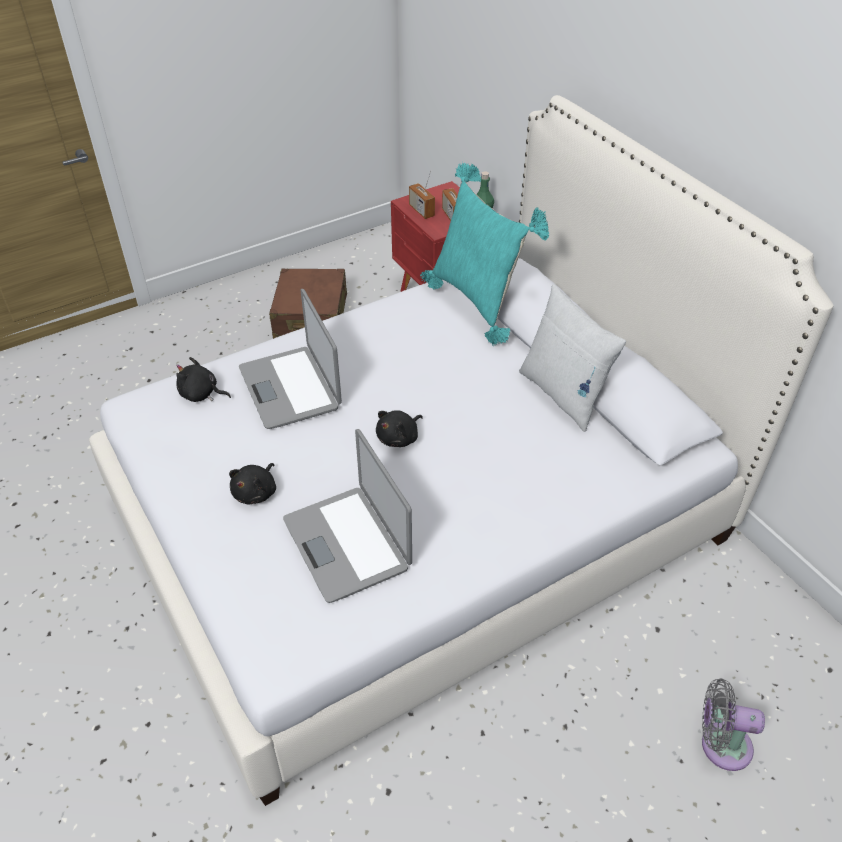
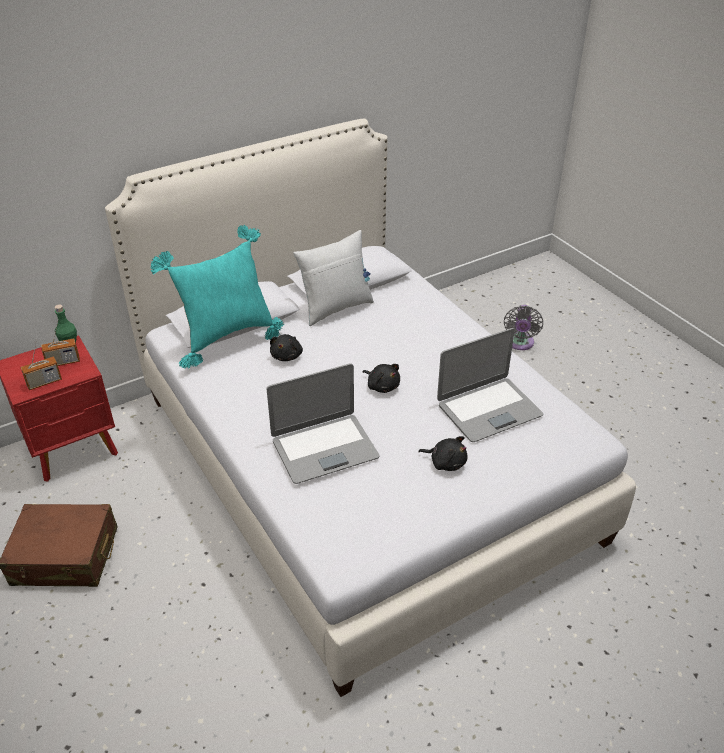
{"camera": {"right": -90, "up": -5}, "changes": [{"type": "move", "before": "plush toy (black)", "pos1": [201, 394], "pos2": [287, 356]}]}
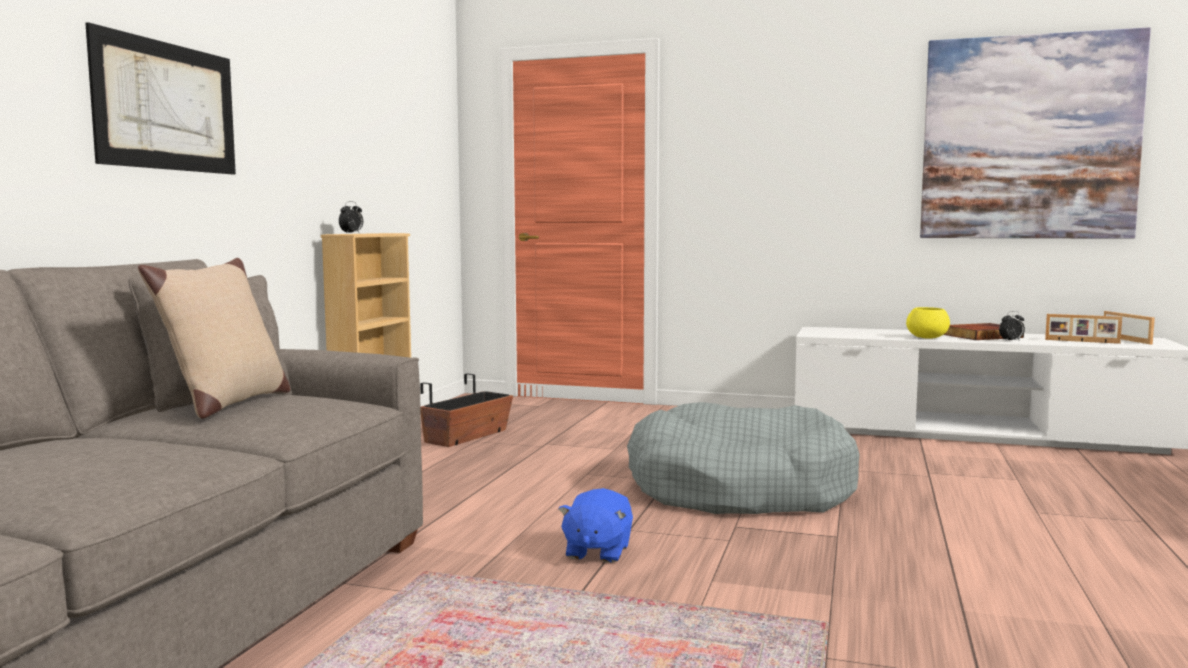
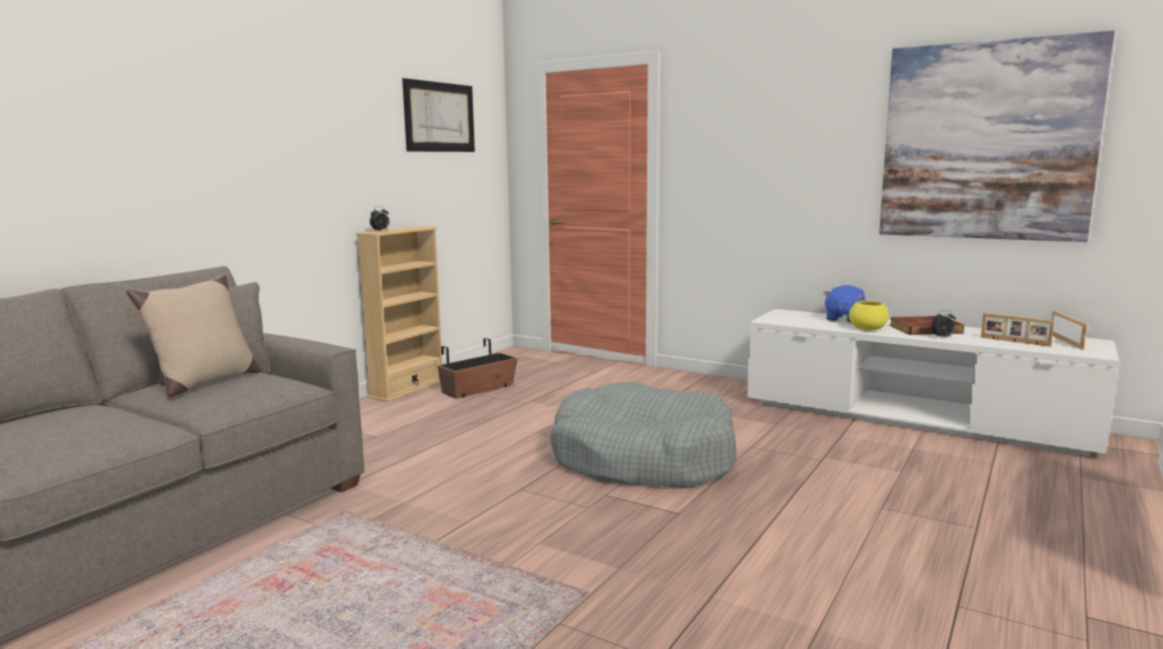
{"camera": {"right": 15, "up": 5}, "changes": [{"type": "move", "before": "picture", "pos1": [167, 106], "pos2": [440, 117]}, {"type": "move", "before": "plush toy (blue)", "pos1": [597, 551], "pos2": [843, 319]}]}
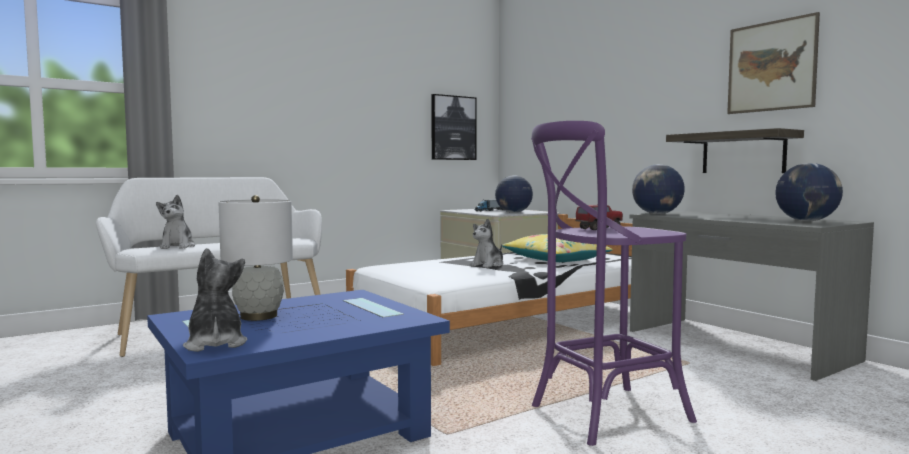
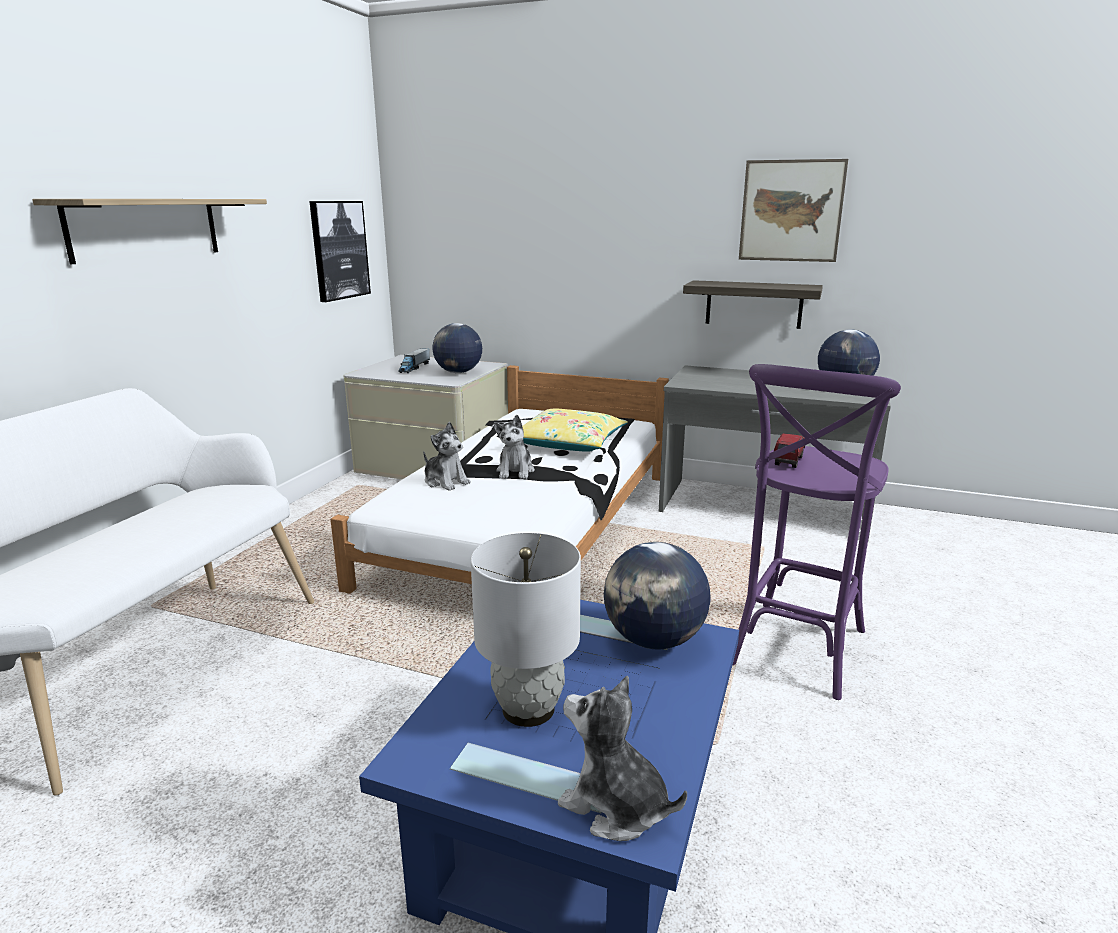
{"camera": {"right": -35, "up": 15}, "changes": [{"type": "move", "before": "globe", "pos1": [656, 214], "pos2": [653, 640]}, {"type": "move", "before": "plush toy", "pos1": [177, 246], "pos2": [445, 481]}, {"type": "insert", "after": "shelf", "pos2": [145, 228]}]}
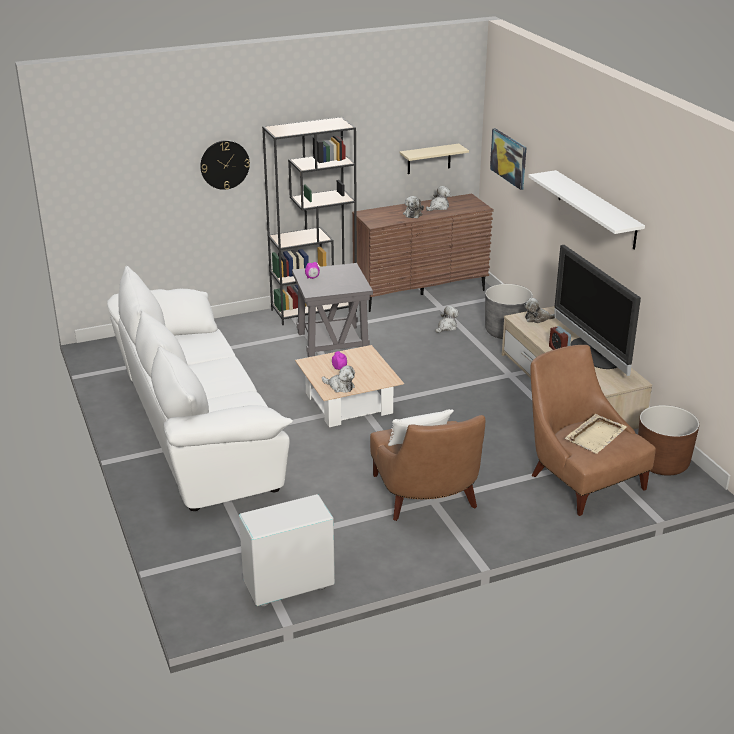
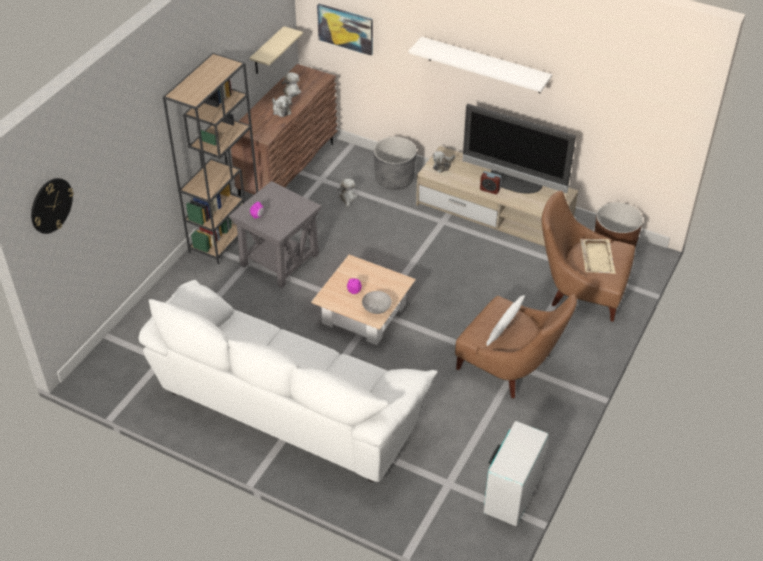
{"camera": {"right": -40, "up": 15}, "changes": [{"type": "move", "before": "wall clock", "pos1": [224, 164], "pos2": [51, 205]}, {"type": "replace", "before": "plush toy", "after": "bowl (grey)", "pos1": [340, 386], "pos2": [376, 309]}]}
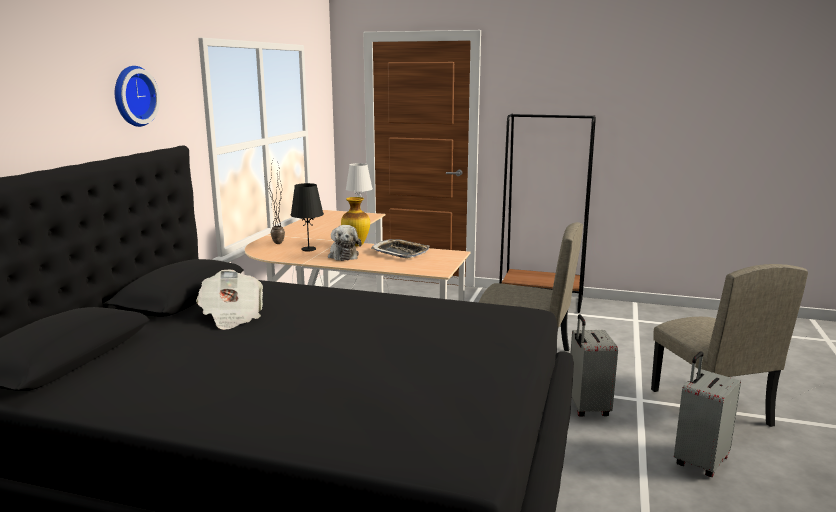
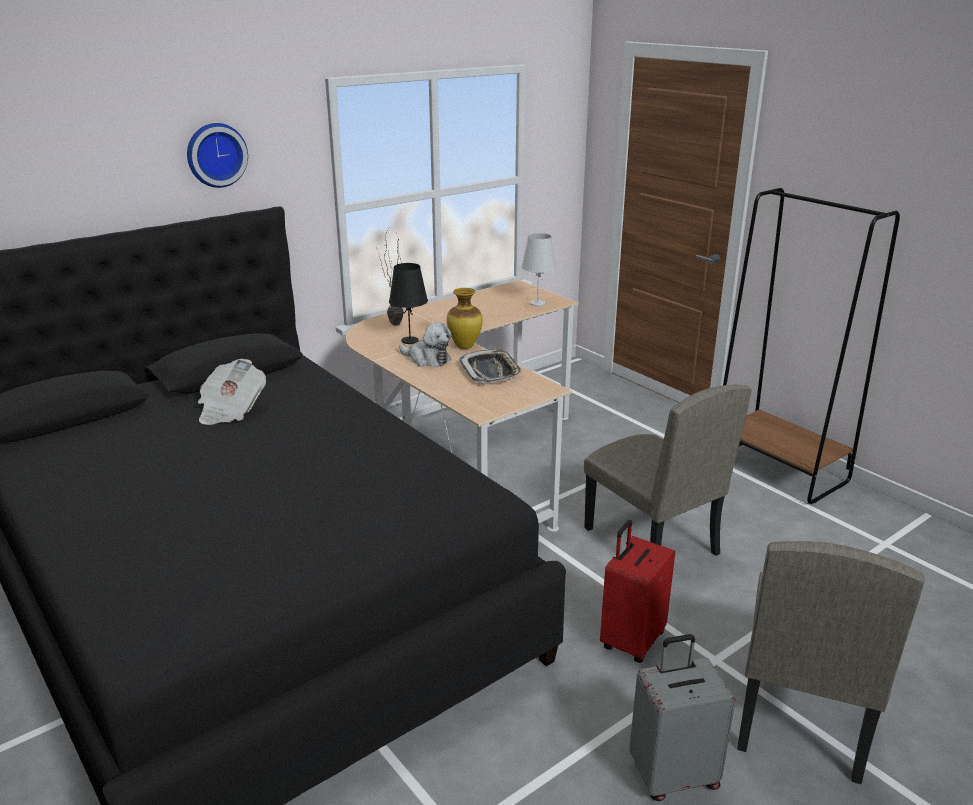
{"camera": {"right": 35, "up": 10}, "changes": [{"type": "rotate", "before": "plush toy", "pos1": [343, 255], "pos2": [427, 359], "turn": -75}, {"type": "recolor", "before": "suitcase (grey)", "after": "suitcase (red)", "pos1": [587, 407], "pos2": [631, 640]}]}
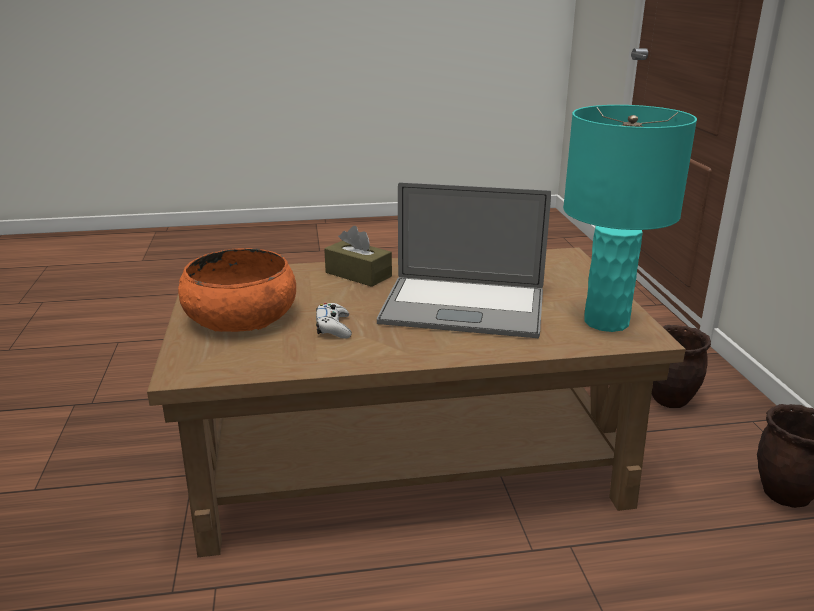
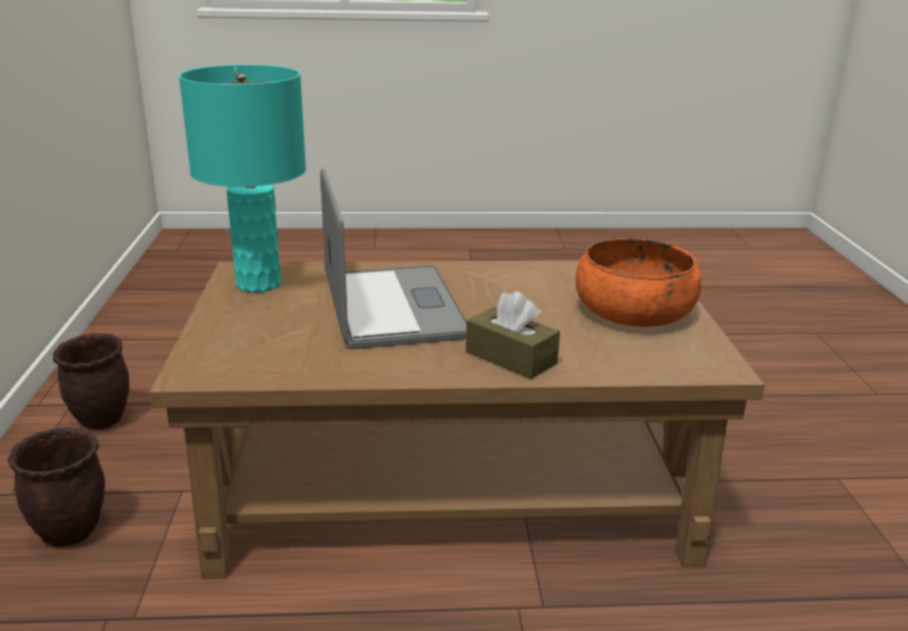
{"camera": {"right": -175, "up": 0}, "changes": [{"type": "rotate", "before": "laptop", "pos1": [463, 307], "pos2": [392, 306], "turn": 60}, {"type": "delete", "before": "game controller (white)", "pos1": [333, 327]}]}
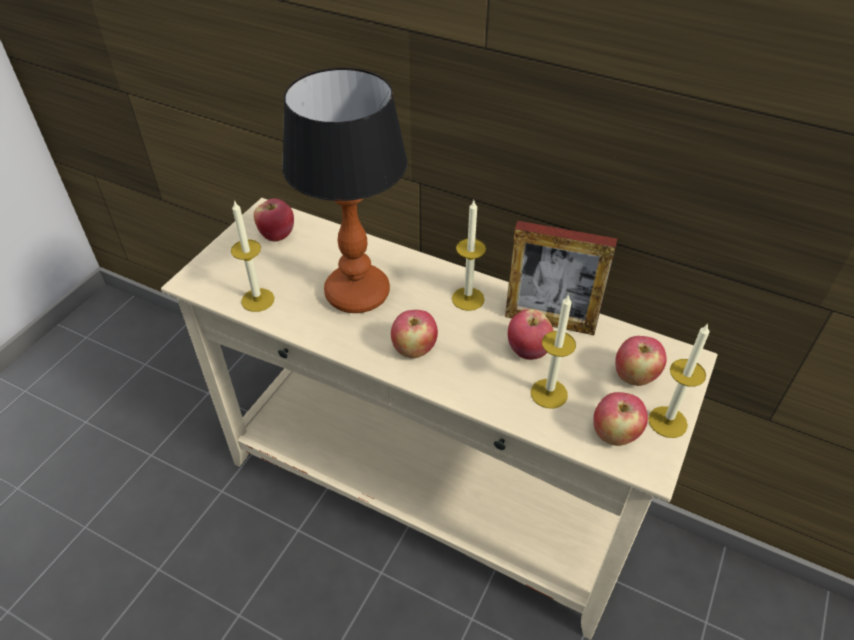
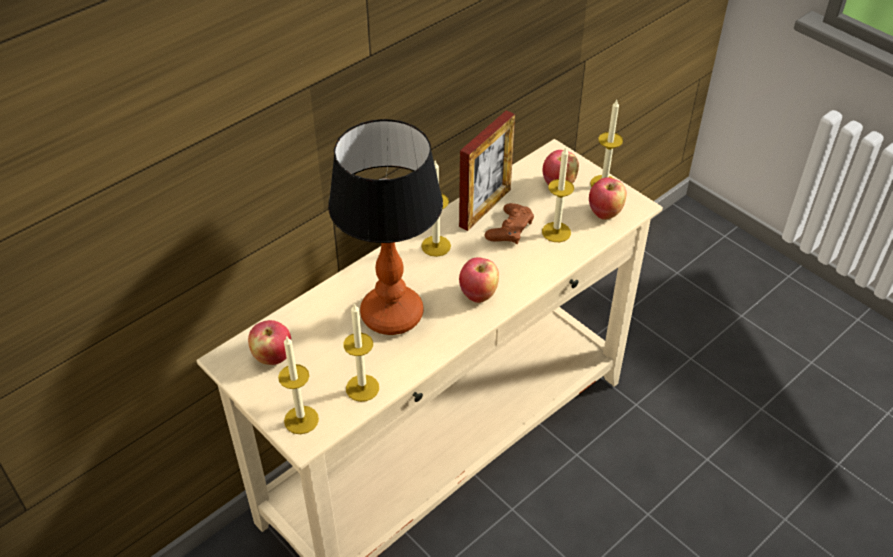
{"camera": {"right": -70, "up": 0}, "changes": [{"type": "replace", "before": "apple", "after": "game controller (brown)", "pos1": [528, 351], "pos2": [510, 229]}, {"type": "insert", "after": "candle", "pos2": [301, 420]}]}
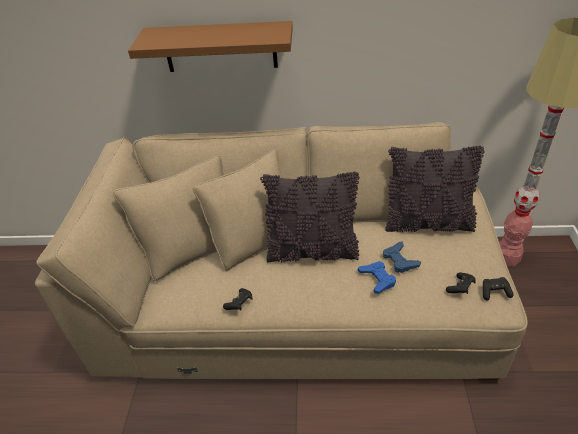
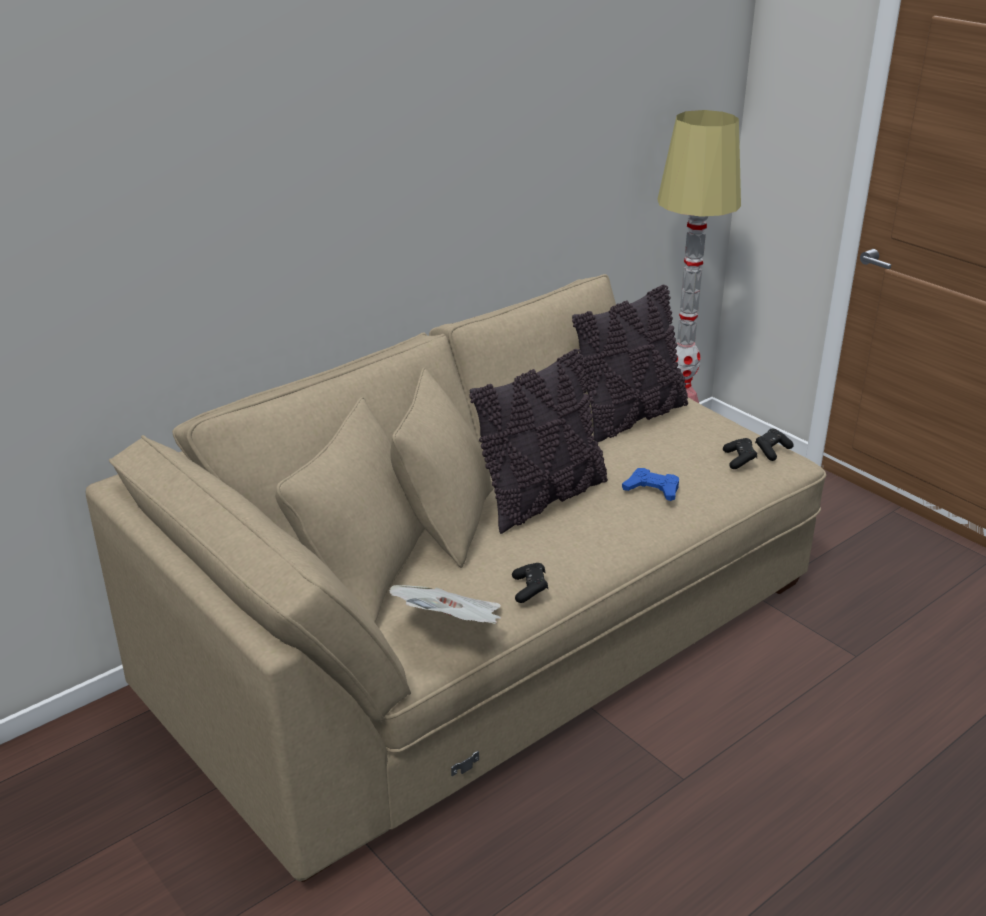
{"camera": {"right": -45, "up": -10}, "changes": [{"type": "delete", "before": "shelf (brown)", "pos1": [220, 47]}, {"type": "delete", "before": "game controller (blue)", "pos1": [399, 260]}, {"type": "insert", "after": "newspaper", "pos2": [451, 627]}]}
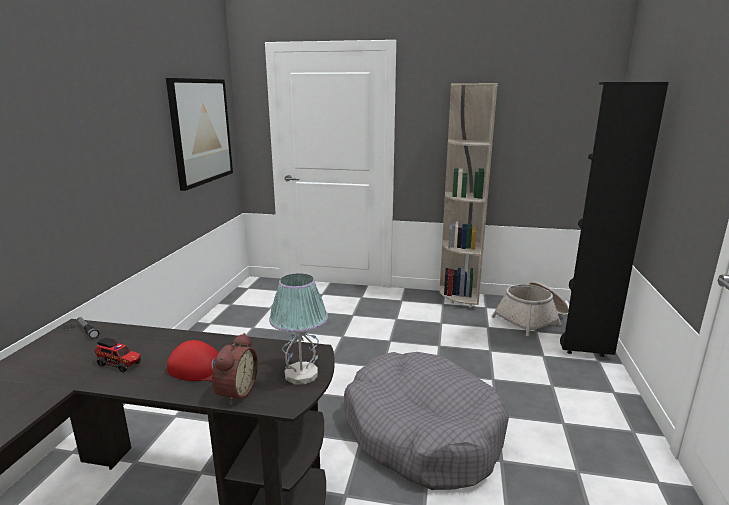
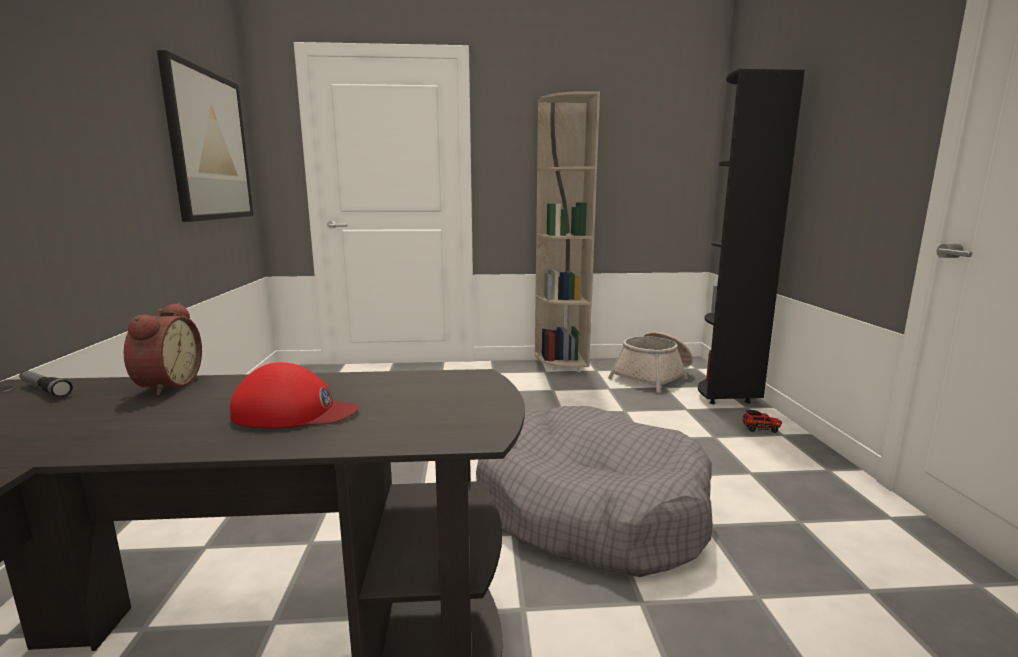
{"camera": {"right": -15, "up": -5}, "changes": [{"type": "delete", "before": "table lamp", "pos1": [301, 375]}, {"type": "move", "before": "alarm clock", "pos1": [234, 392], "pos2": [166, 385]}, {"type": "move", "before": "toy truck", "pos1": [120, 364], "pos2": [761, 429]}]}
